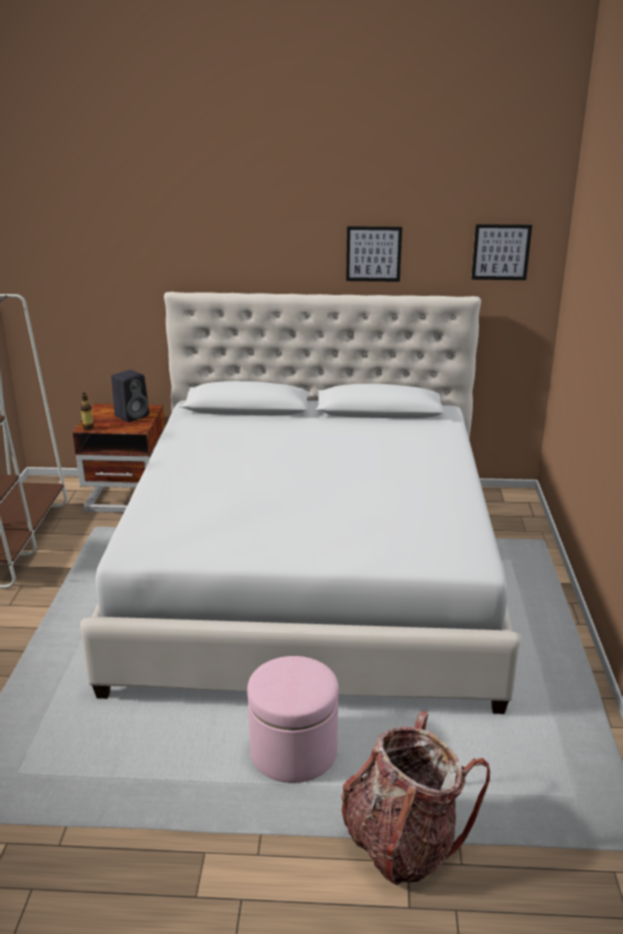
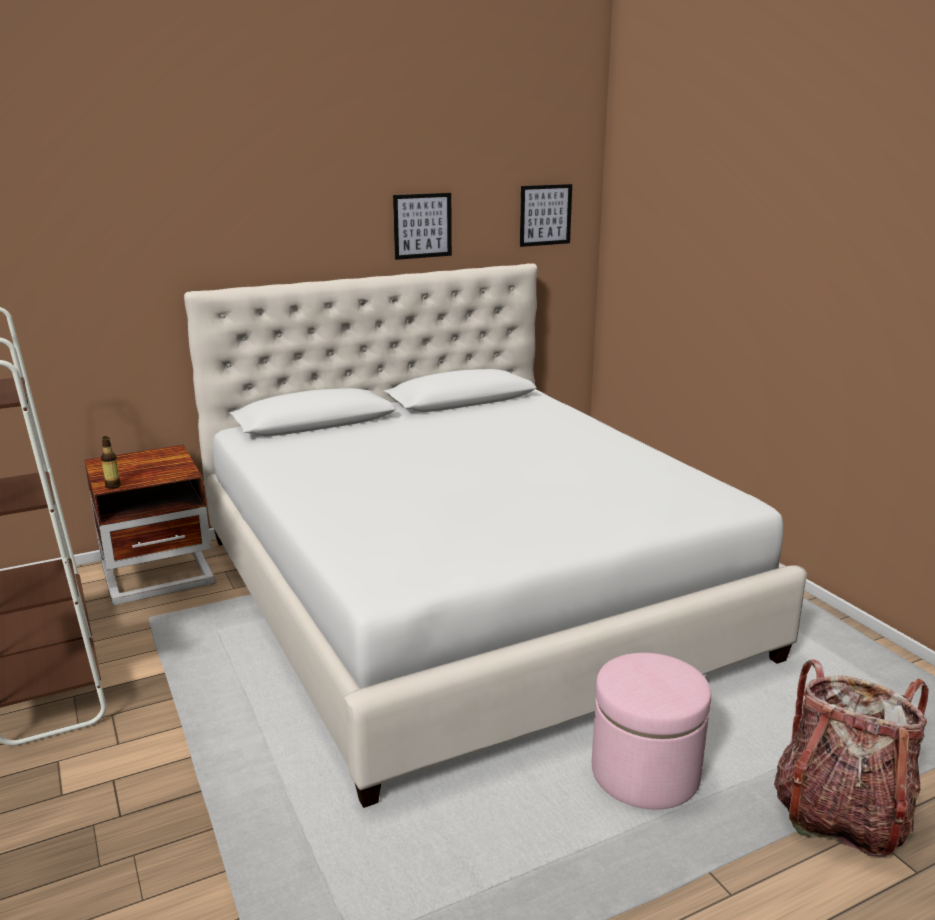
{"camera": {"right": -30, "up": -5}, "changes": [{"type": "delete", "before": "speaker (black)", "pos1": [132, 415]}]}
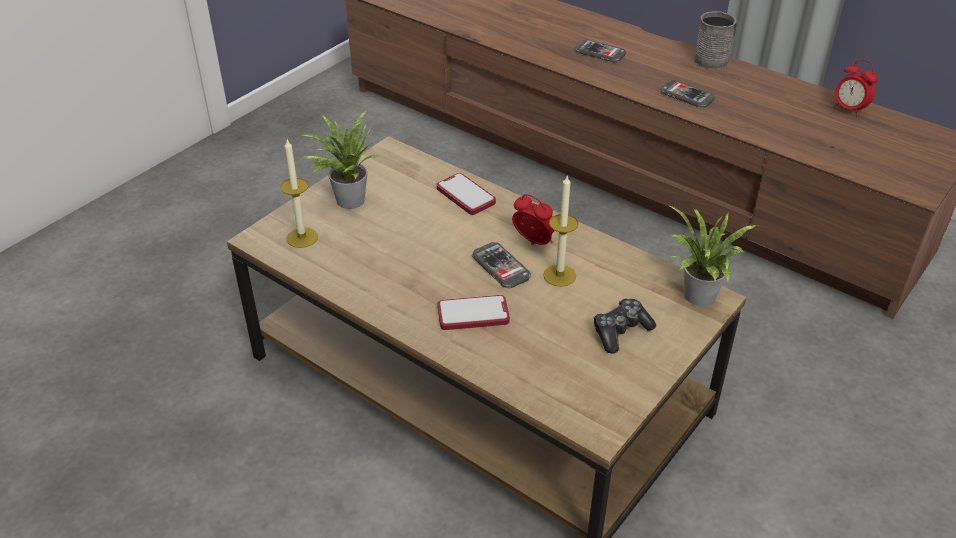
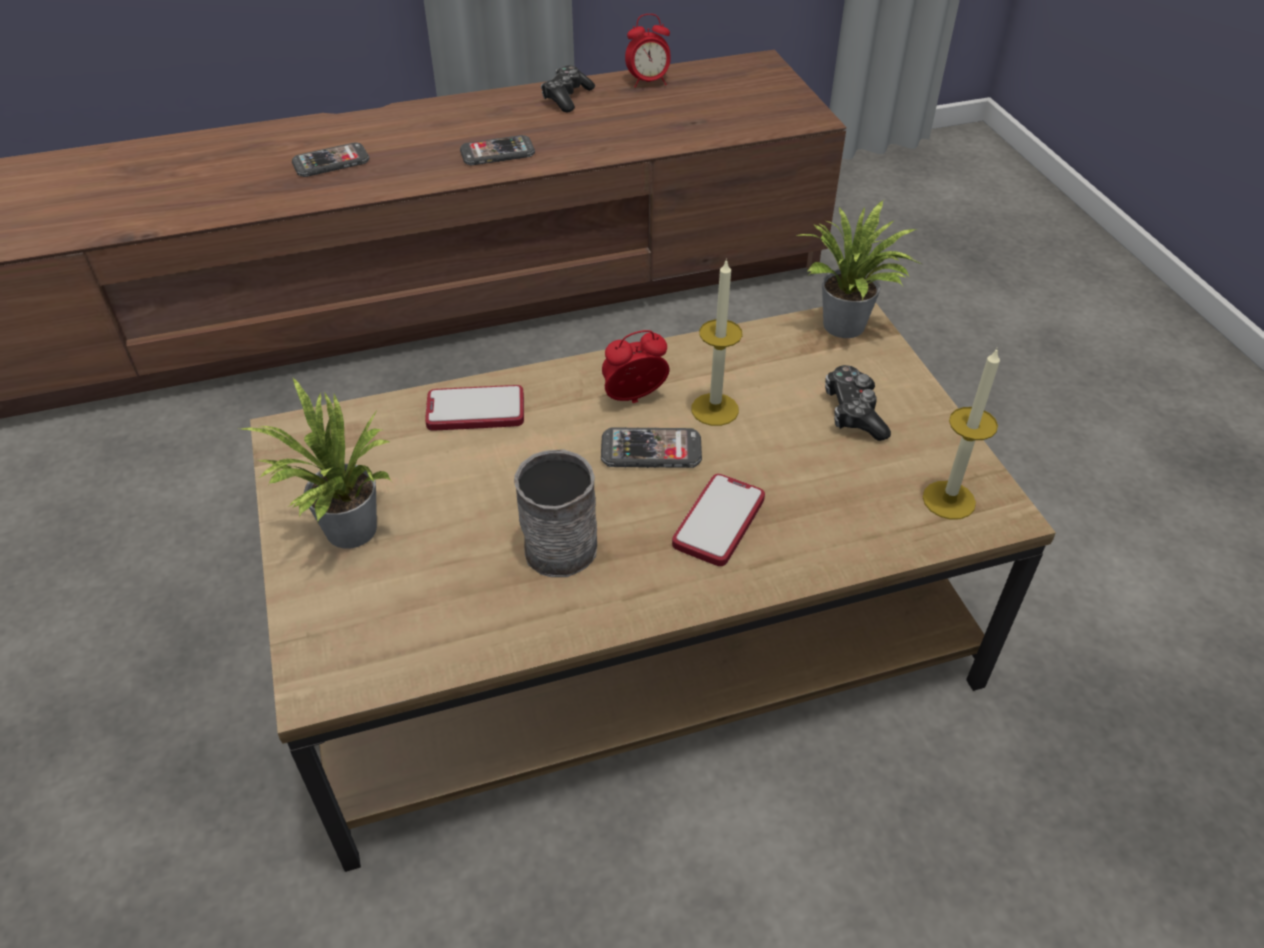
{"camera": {"right": -55, "up": 5}, "changes": [{"type": "move", "before": "mug (grey)", "pos1": [714, 59], "pos2": [560, 539]}, {"type": "move", "before": "candle", "pos1": [302, 237], "pos2": [949, 500]}, {"type": "insert", "after": "game controller", "pos2": [567, 98]}]}
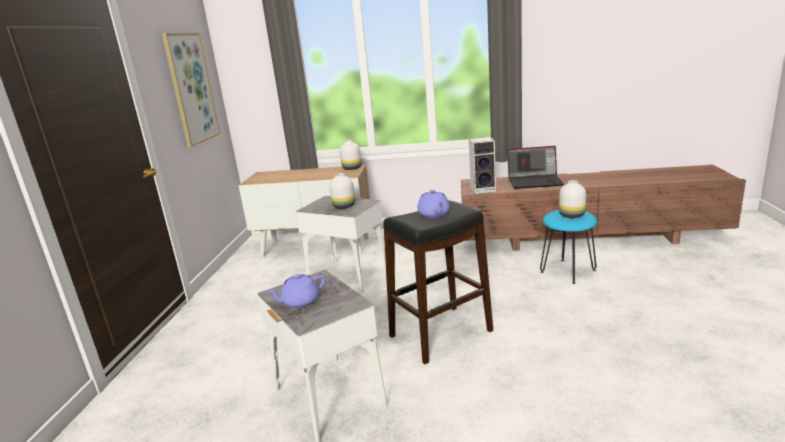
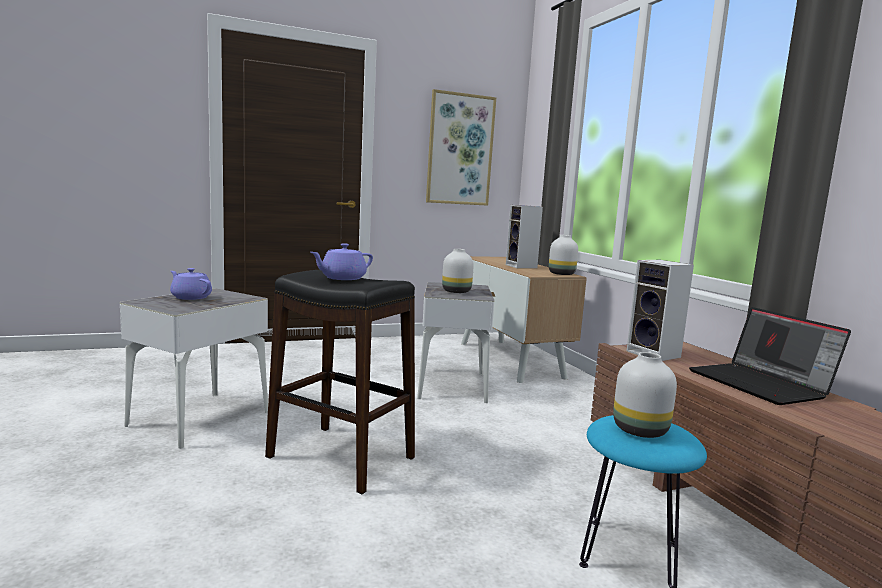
{"camera": {"right": 60, "up": -10}, "changes": [{"type": "insert", "after": "speaker", "pos2": [522, 266]}]}
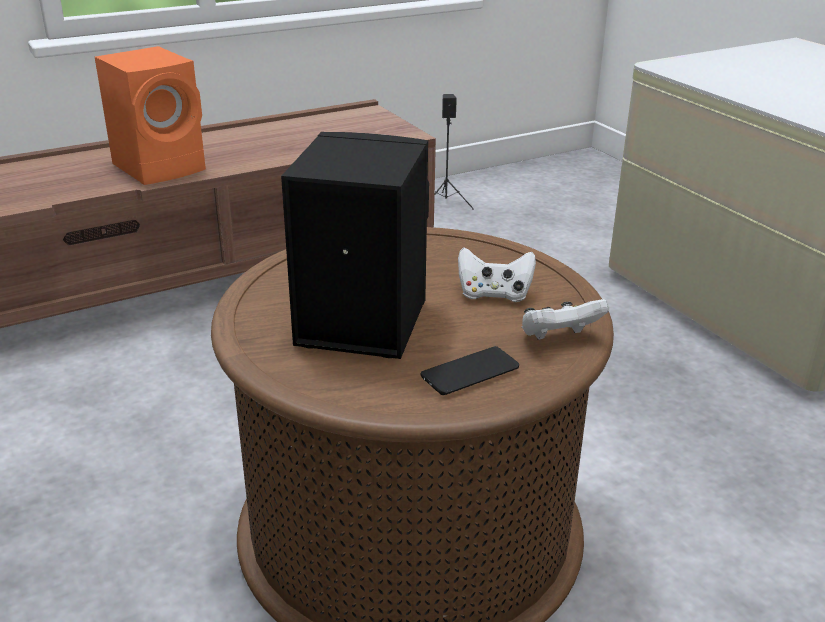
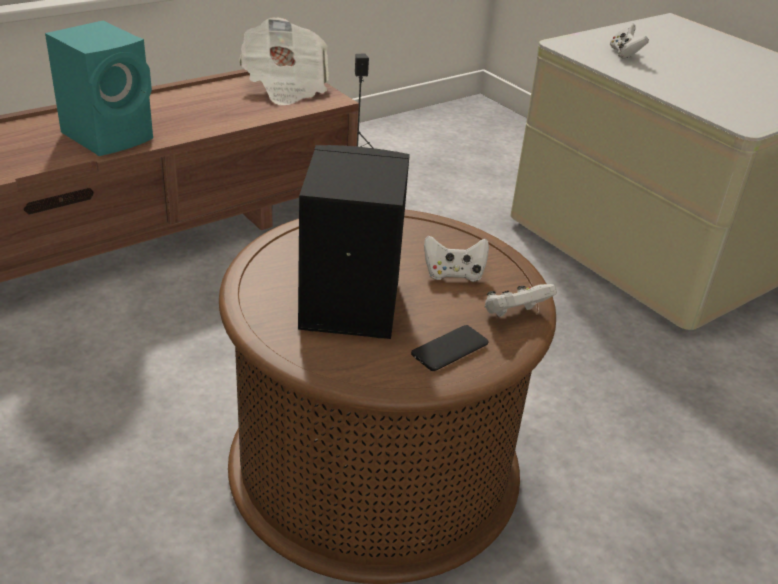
{"camera": {"right": -10, "up": 5}, "changes": [{"type": "recolor", "before": "speaker (orange)", "after": "speaker (turquoise)", "pos1": [162, 167], "pos2": [110, 136]}, {"type": "insert", "after": "newspaper", "pos2": [285, 86]}, {"type": "insert", "after": "game controller (white)", "pos2": [624, 54]}]}
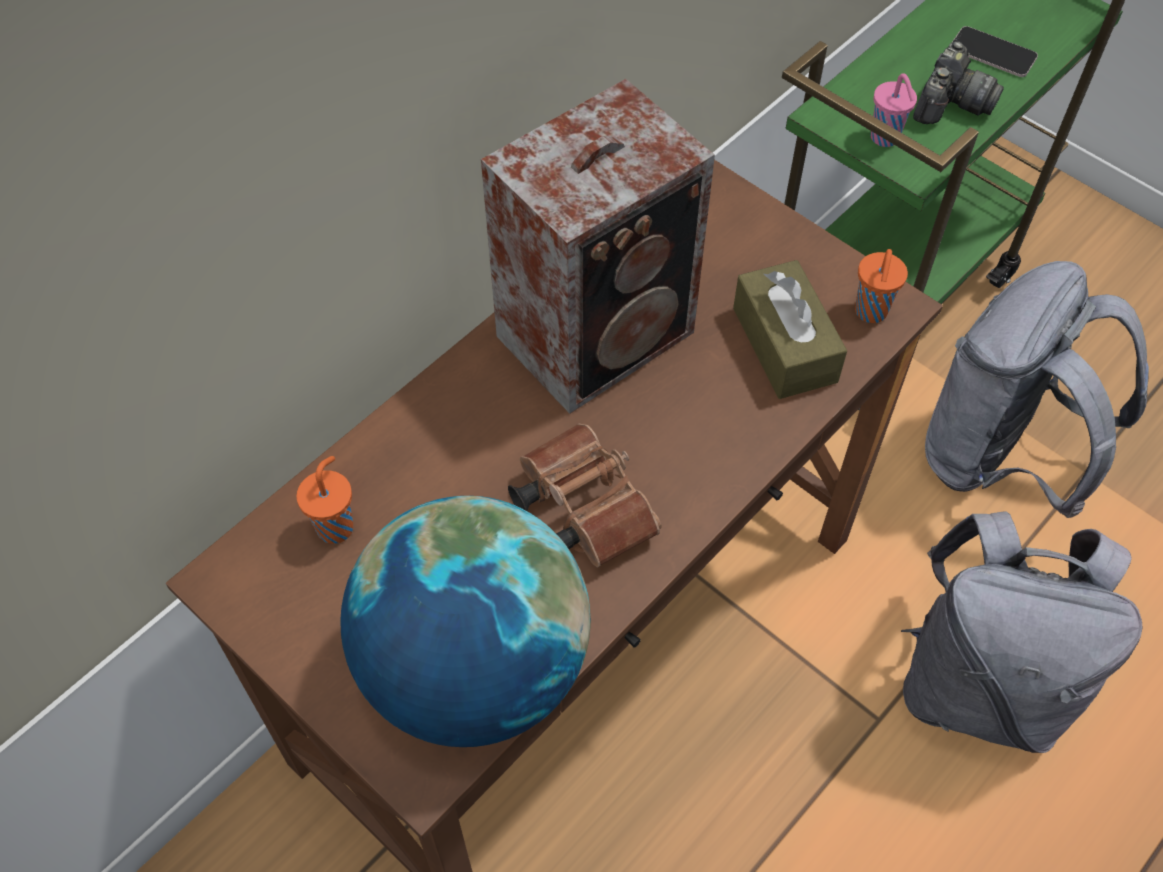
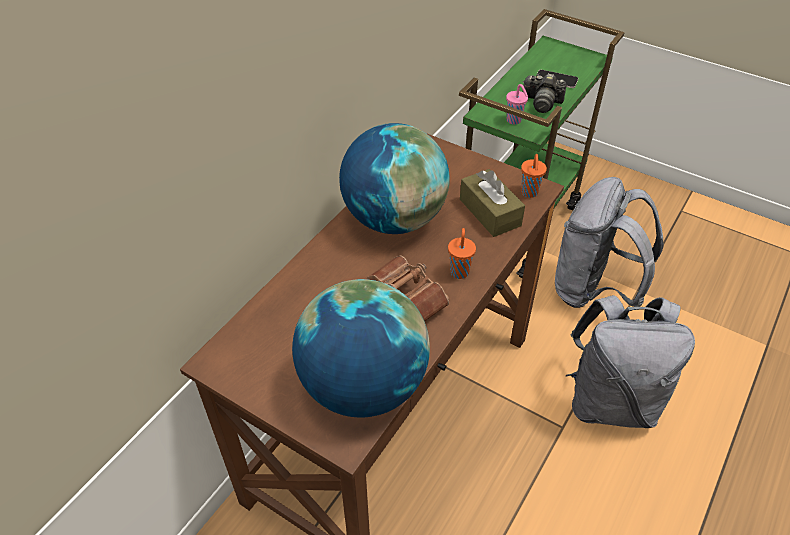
{"camera": {"right": -10, "up": -10}, "changes": [{"type": "rotate", "before": "photo camera", "pos1": [950, 104], "pos2": [542, 103], "turn": 90}, {"type": "replace", "before": "speaker", "after": "globe", "pos1": [601, 333], "pos2": [394, 218]}, {"type": "move", "before": "cup (orange)", "pos1": [336, 526], "pos2": [459, 271]}]}
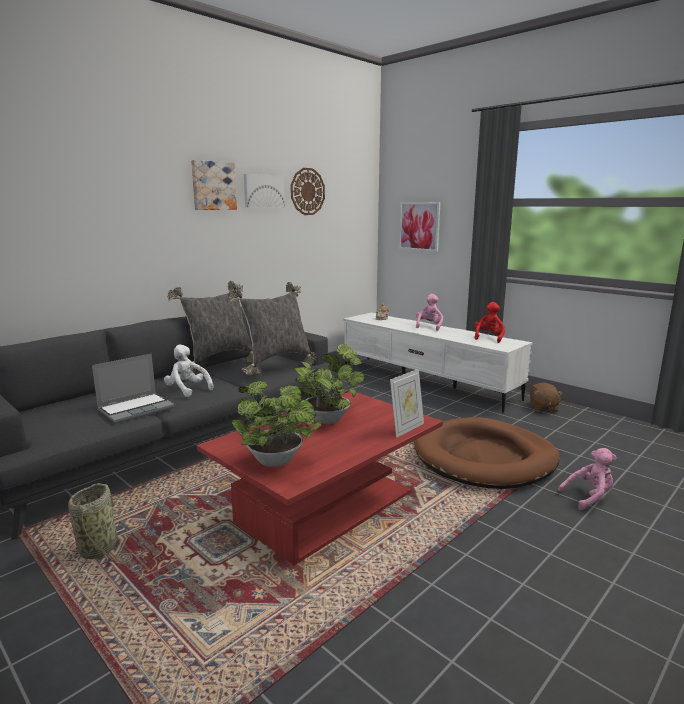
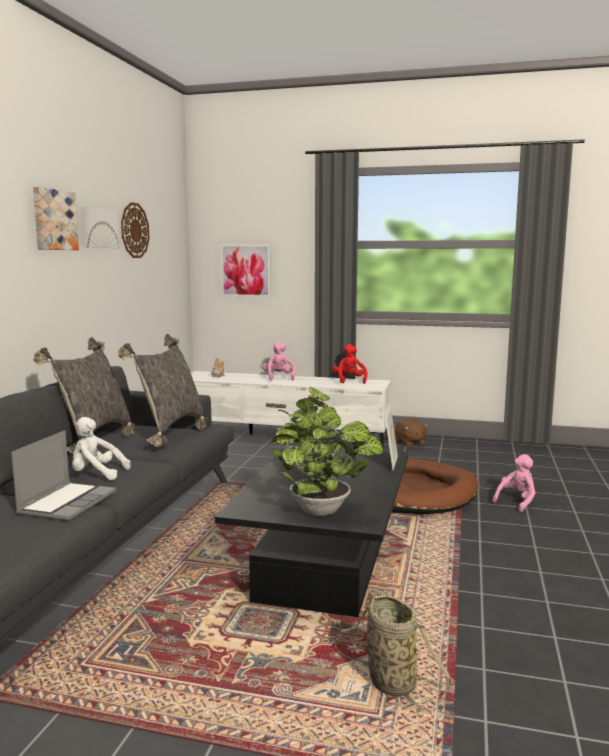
{"camera": {"right": -30, "up": -5}, "changes": [{"type": "recolor", "before": "coffee table (red)", "after": "coffee table (black)", "pos1": [326, 507], "pos2": [325, 564]}, {"type": "move", "before": "basket", "pos1": [99, 547], "pos2": [388, 681]}]}
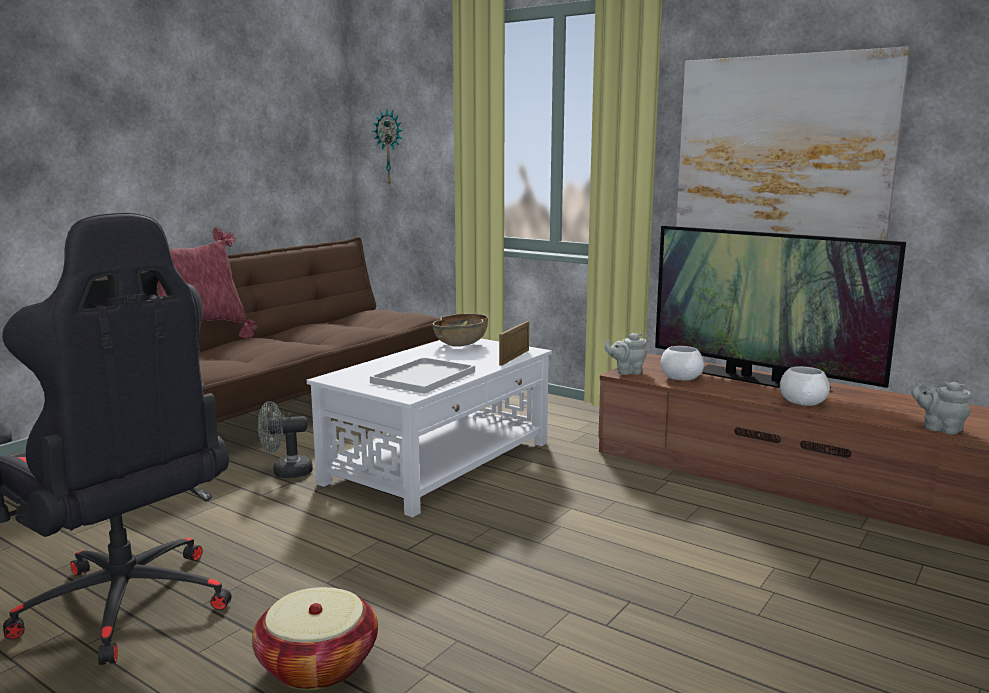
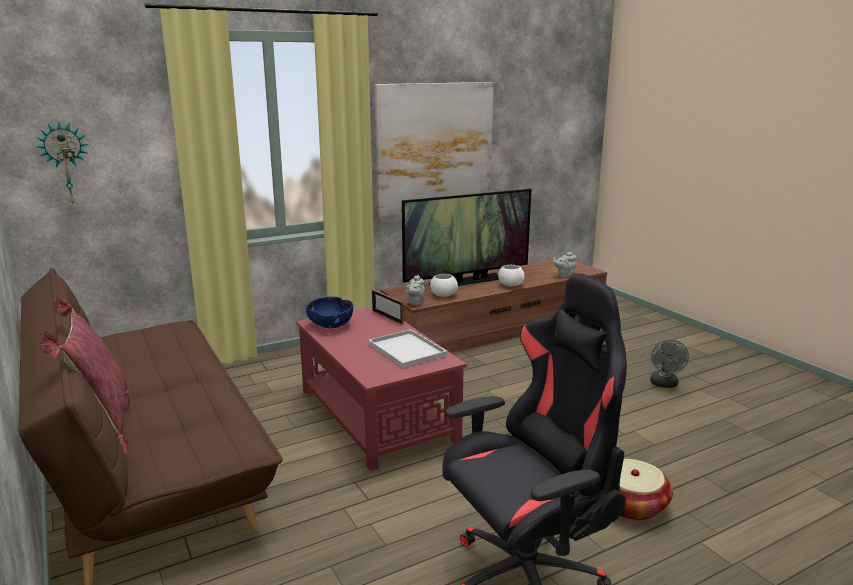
{"camera": {"right": -65, "up": 5}, "changes": [{"type": "recolor", "before": "bowl (brown)", "after": "bowl (blue)", "pos1": [461, 344], "pos2": [331, 325]}, {"type": "recolor", "before": "coffee table (white)", "after": "coffee table (red)", "pos1": [440, 462], "pos2": [376, 414]}, {"type": "move", "before": "fan (grey)", "pos1": [285, 472], "pos2": [664, 385]}]}
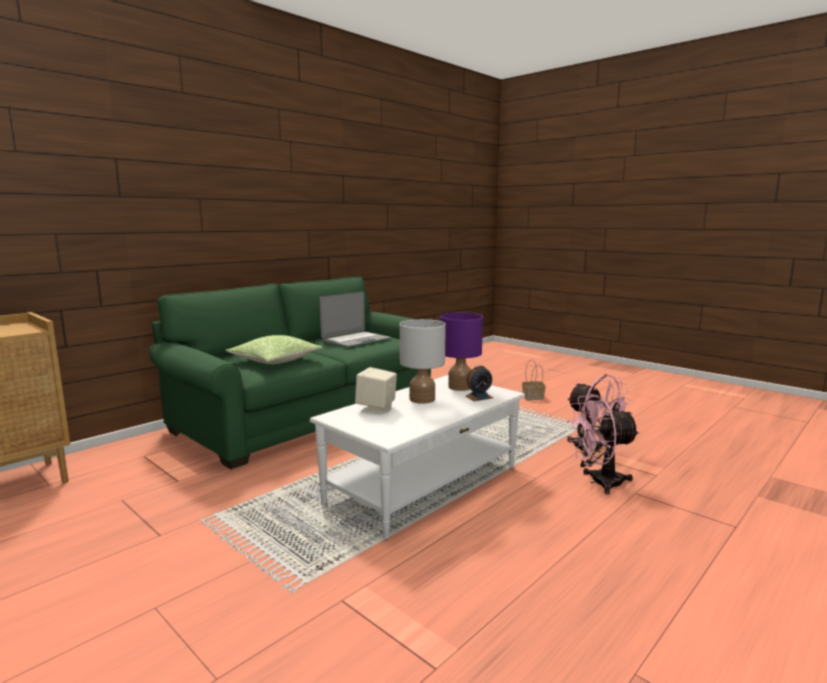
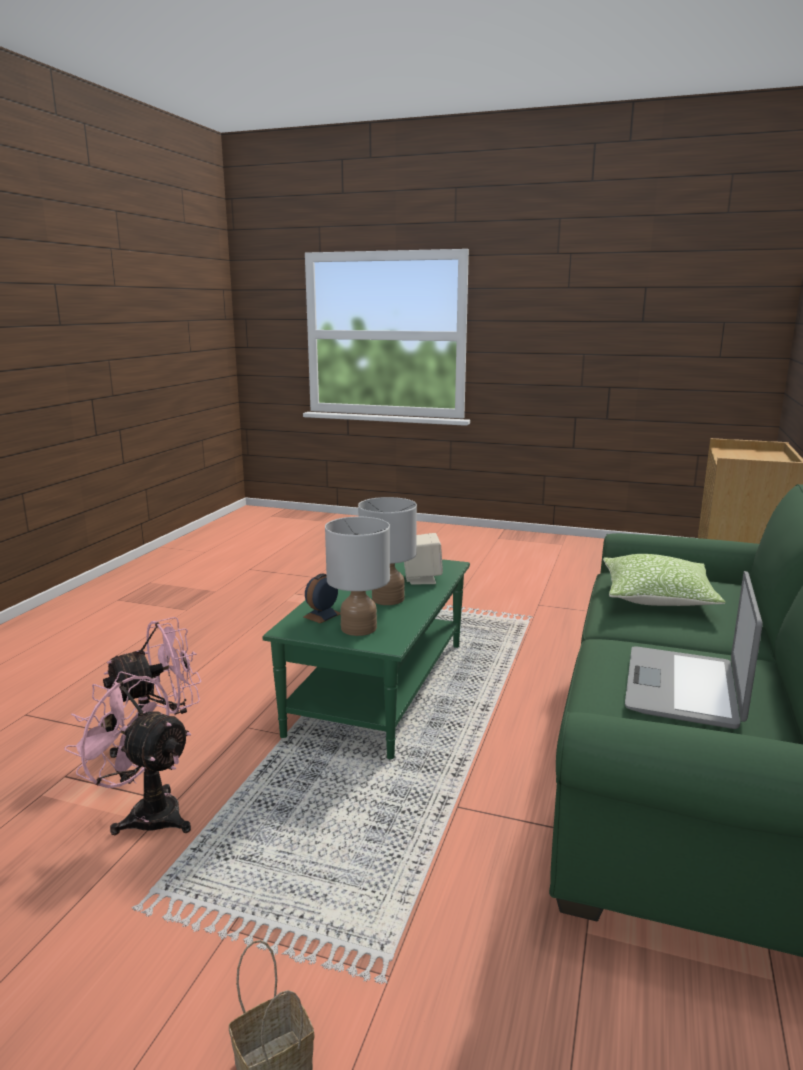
{"camera": {"right": 155, "up": 5}, "changes": [{"type": "recolor", "before": "table lamp (purple)", "after": "table lamp (grey)", "pos1": [459, 387], "pos2": [359, 628]}, {"type": "recolor", "before": "coffee table (white)", "after": "coffee table (green)", "pos1": [424, 484], "pos2": [379, 688]}]}
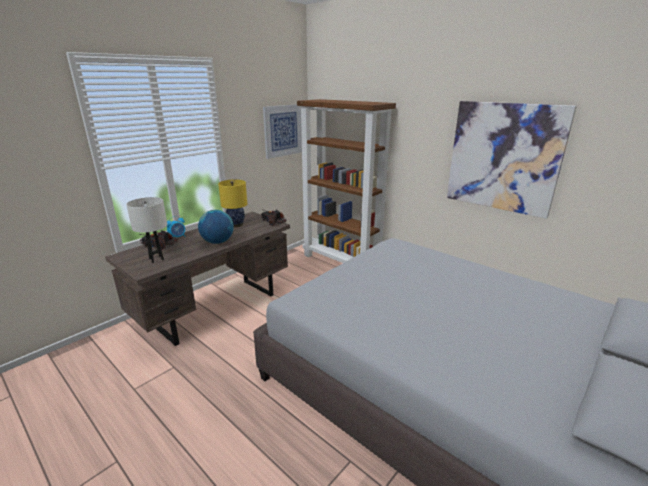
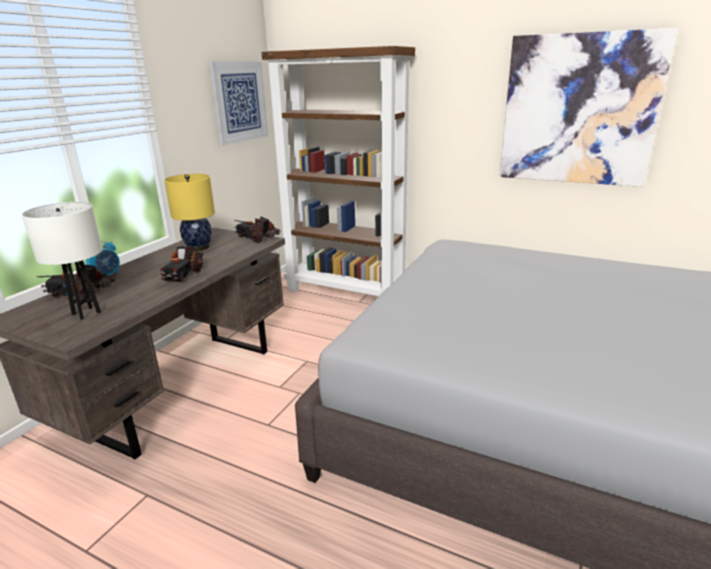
{"camera": {"right": -15, "up": 0}, "changes": [{"type": "replace", "before": "globe", "after": "toy truck", "pos1": [217, 242], "pos2": [183, 274]}]}
